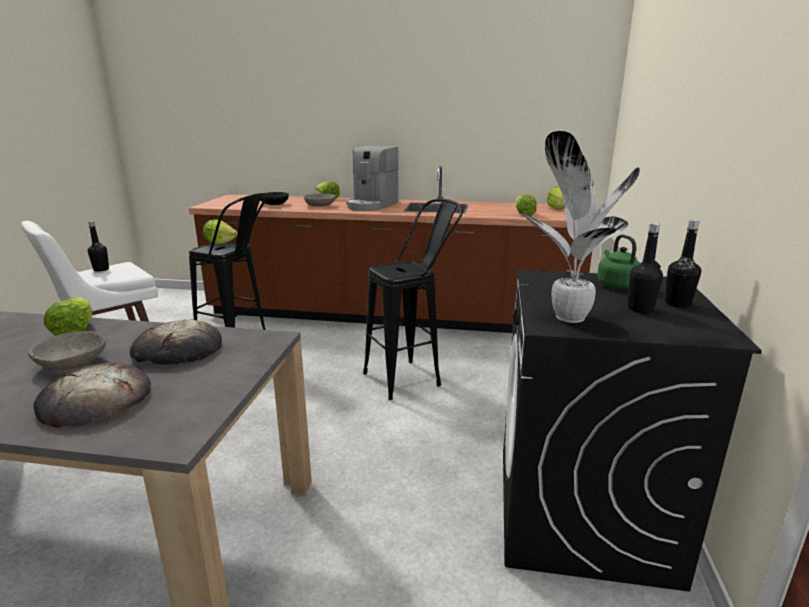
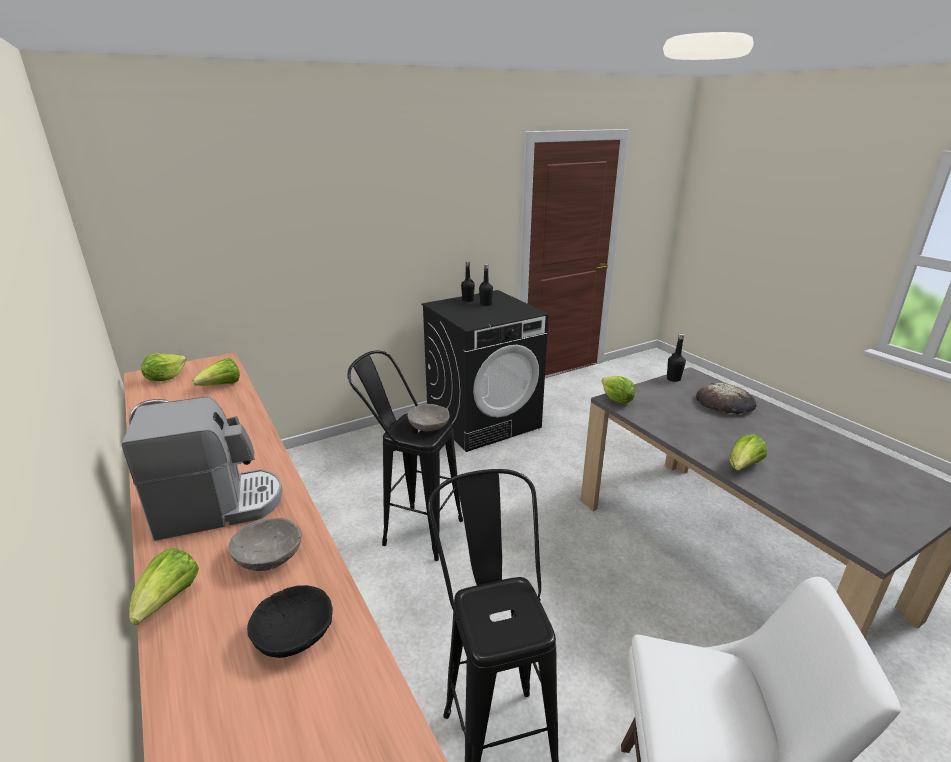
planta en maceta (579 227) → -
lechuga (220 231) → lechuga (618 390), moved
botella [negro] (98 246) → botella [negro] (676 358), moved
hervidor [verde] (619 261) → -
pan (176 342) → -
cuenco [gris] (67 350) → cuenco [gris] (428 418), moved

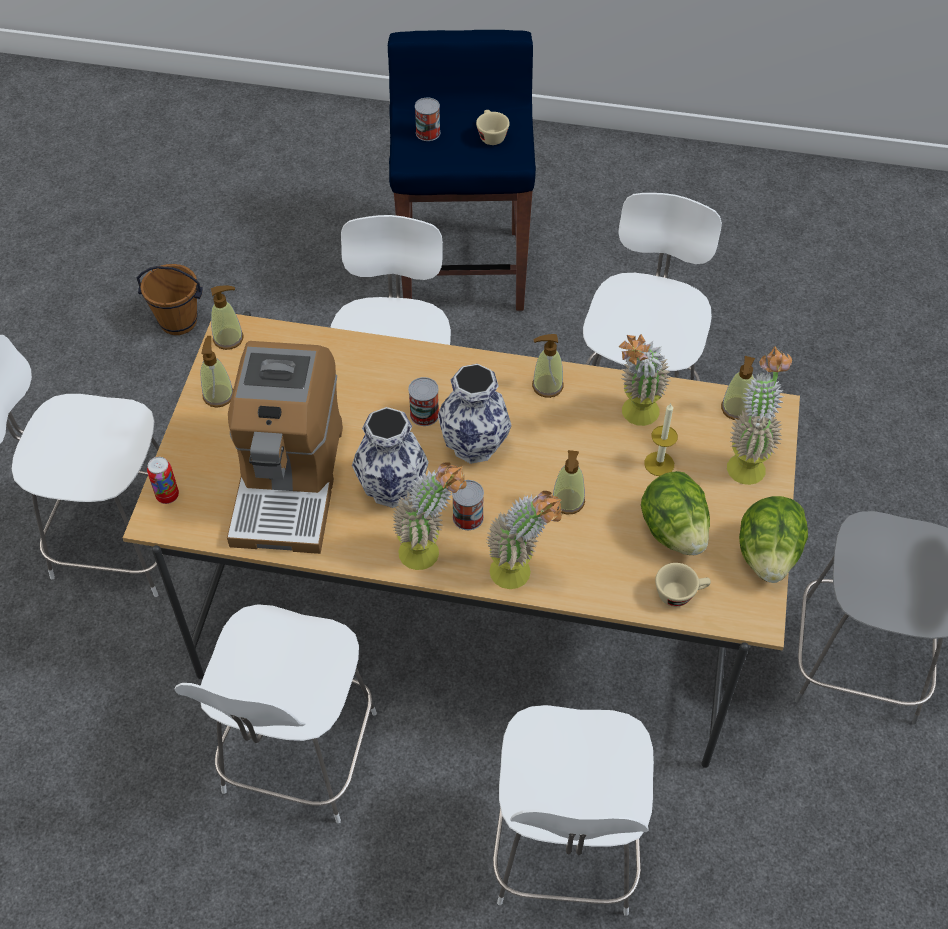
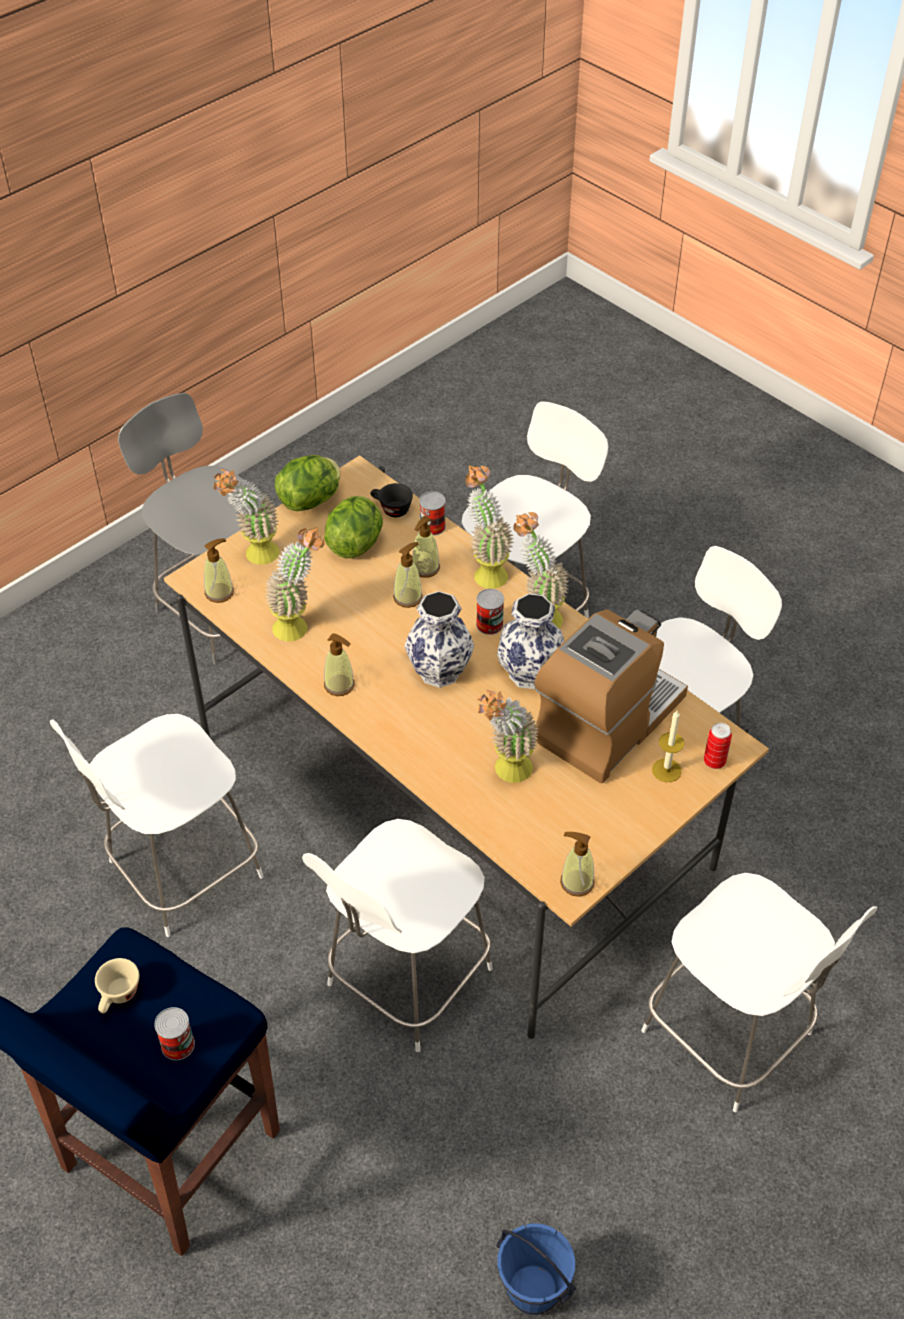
cubo [marrón] (169 299) → cubo [azul] (536 1269)
dispensador de jabón (217 371) → dispensador de jabón (426 547), moved
lata (423 401) → lata (432 513), moved
vela (661 439) → vela (668 746), moved
taza [beis] (683 585) → taza [negro] (392 500)
- → planta en maceta (508 736)

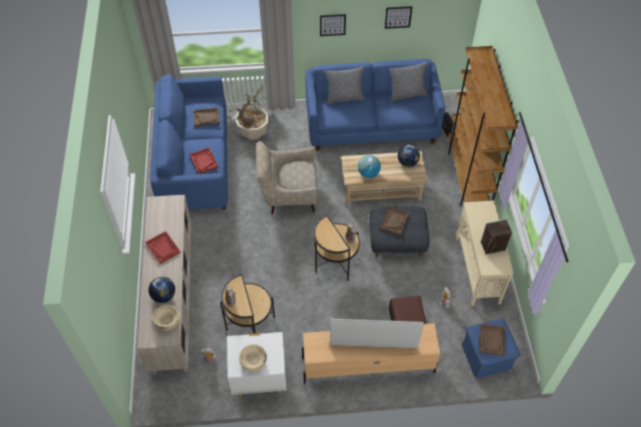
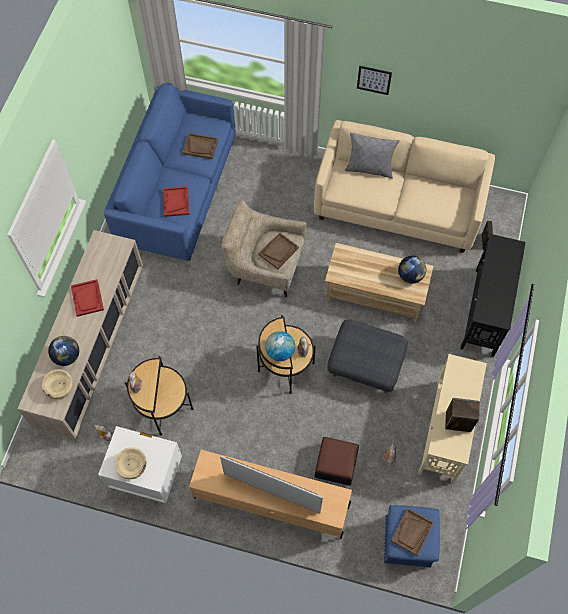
cuadro (398 17) → -
estantería [marrón] (483 126) → mesa consola [negro] (493 295)
sofá [azul] (375 105) → sofá [beis] (404 186)
cojín [gris] (408 82) → -
planta en maceta (248 112) → -
globo terráqueo (369 166) → globo terráqueo (280 346), moved
bandeja [marrón] (394 220) → bandeja [marrón] (279 250), moved

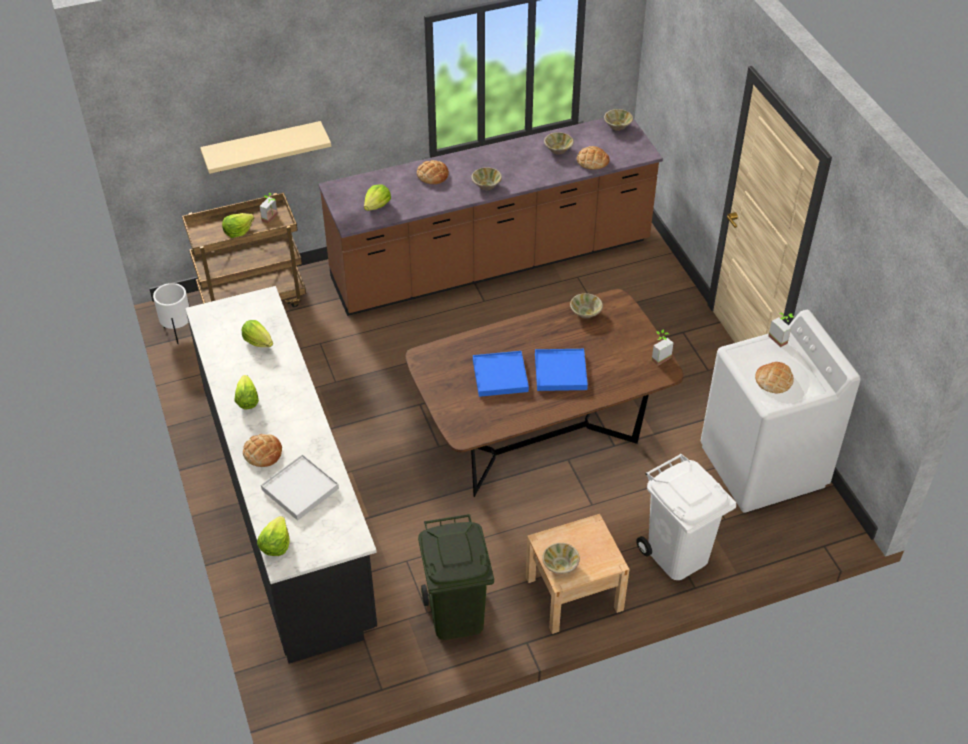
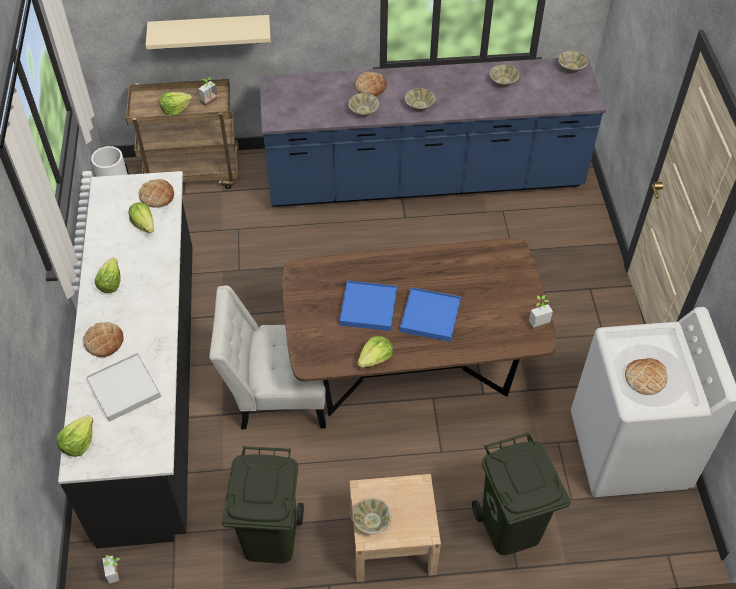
mueble bajo de cocina [marrón] (490 217) → mueble bajo de cocina [azul] (433 131)
pan (593 158) → pan (156 193), moved
lechuga (377 197) → lechuga (375 352), moved
cuenco [beis] (586 306) → cuenco [beis] (363 105), moved
planta en maceta (781 330) → planta en maceta (111 570), moved
papelera [blanco] (686 517) → papelera [verde] (521 494)
- → silla [blanco] (267 357)

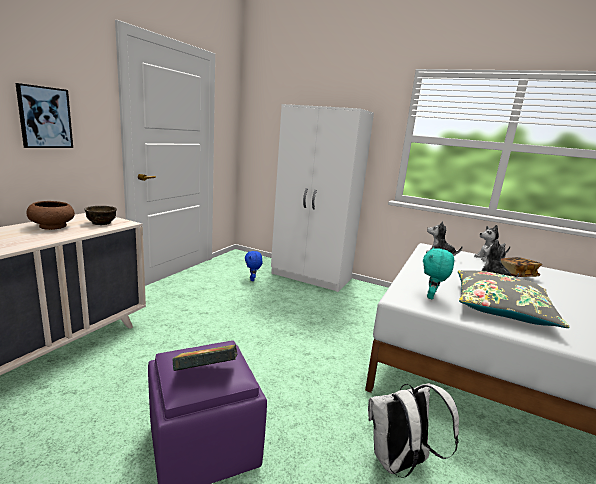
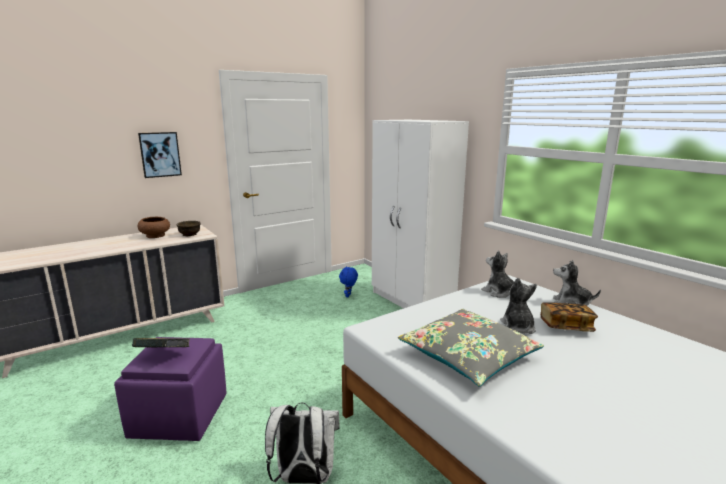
peluche [turquesa] (438 273) → -

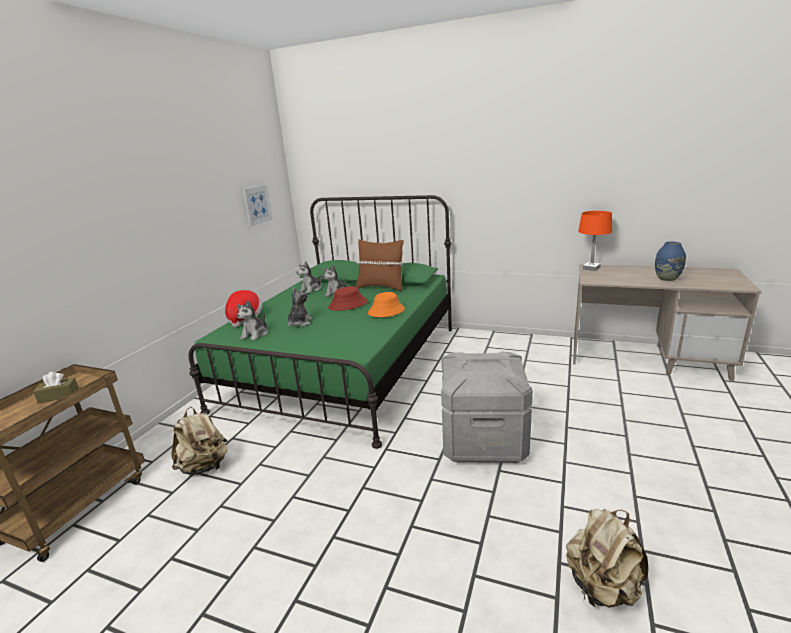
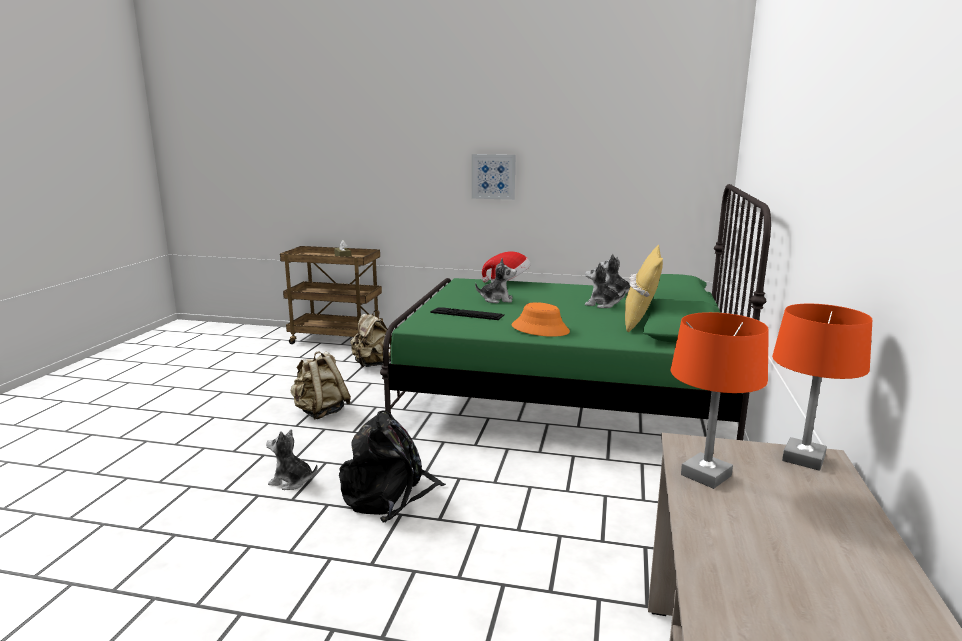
cuadro (257 205) → cuadro (493 177), moved
cojín [marrón] (380 265) → cojín [amarillo] (644 288)
florero [azul] (670 261) → -
sombrero [rojo] (348 298) → -
peluche (252 320) → peluche (292 459), moved
caja de almacenaje [gris] (487 407) → mochila [negro] (392 466)
mochila [beis] (607 558) → mochila [beis] (321 385), moved
- → teclado (467 313)
- → lámpara de mesa [naranja] (719 400)

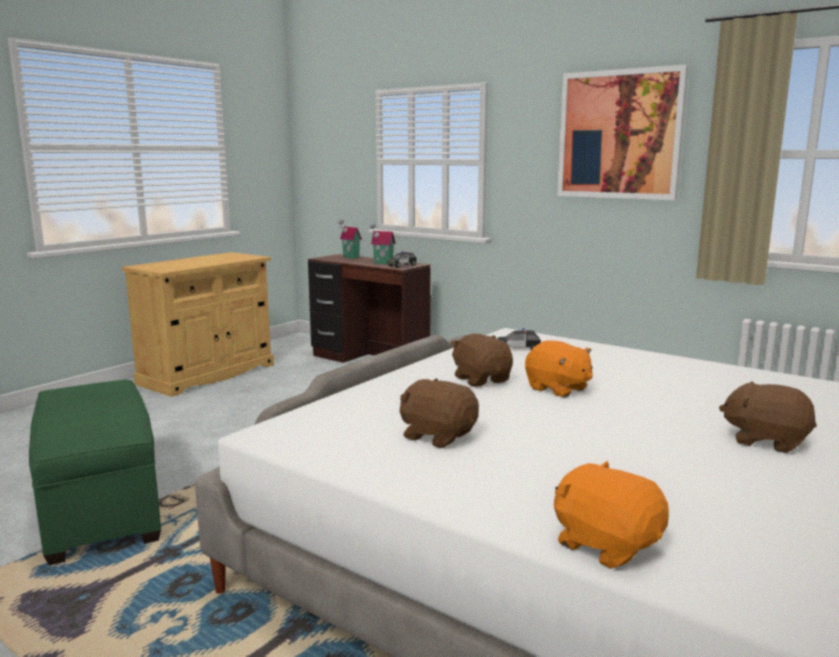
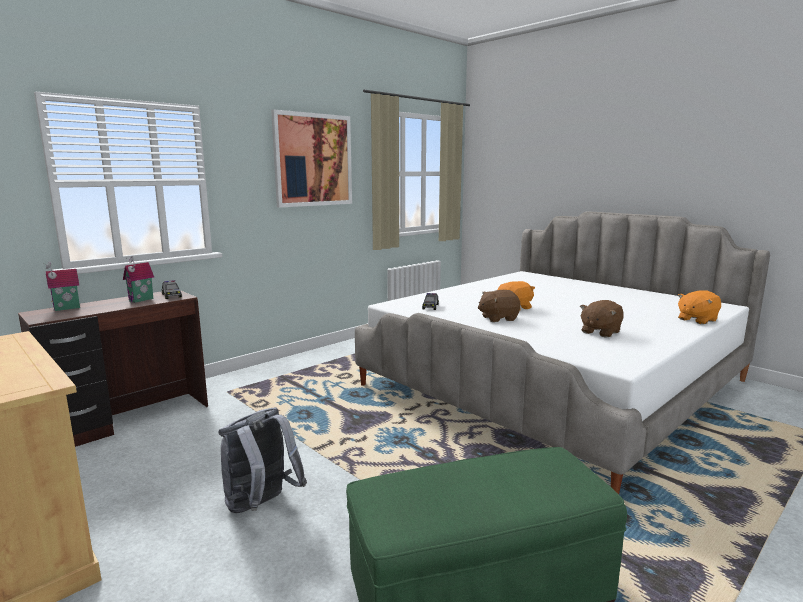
peluche [marrón] (768 417) → -
- → mochila [gris] (262 460)

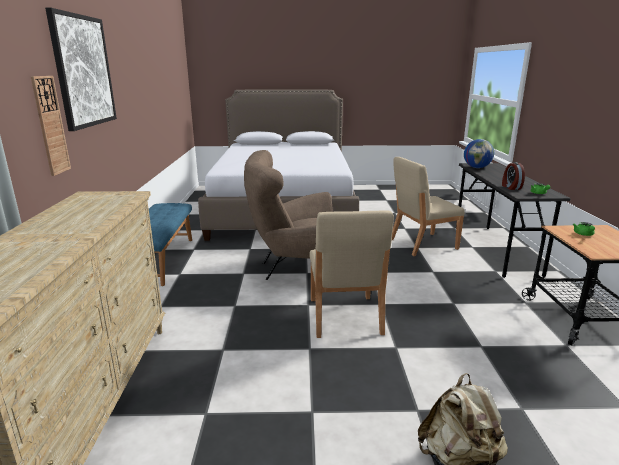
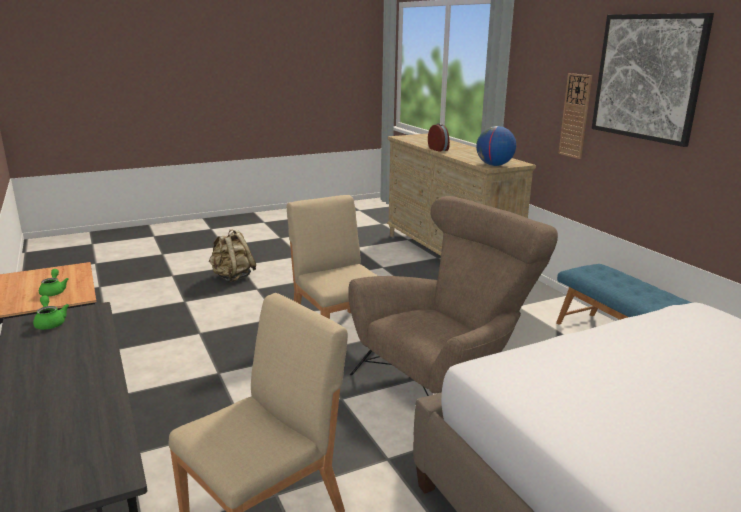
globo terráqueo (479 153) → globo terráqueo (496 146), moved
despertador (513 176) → despertador (439 137), moved

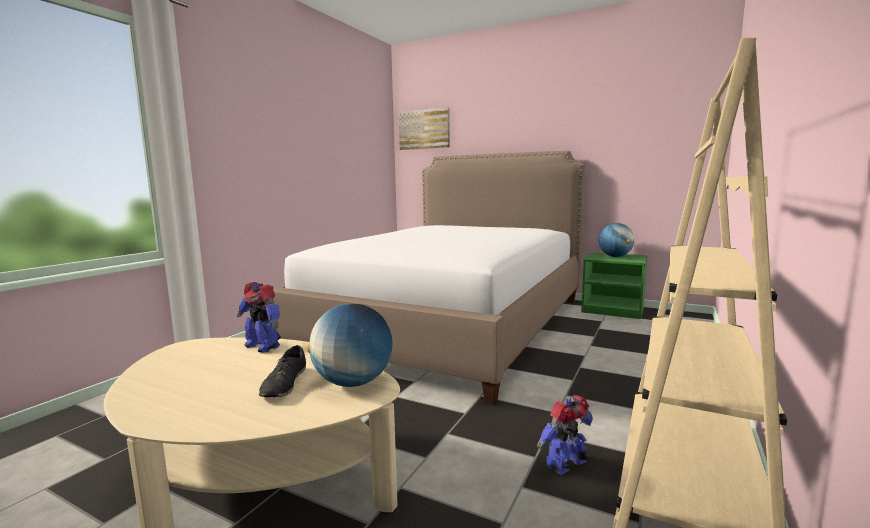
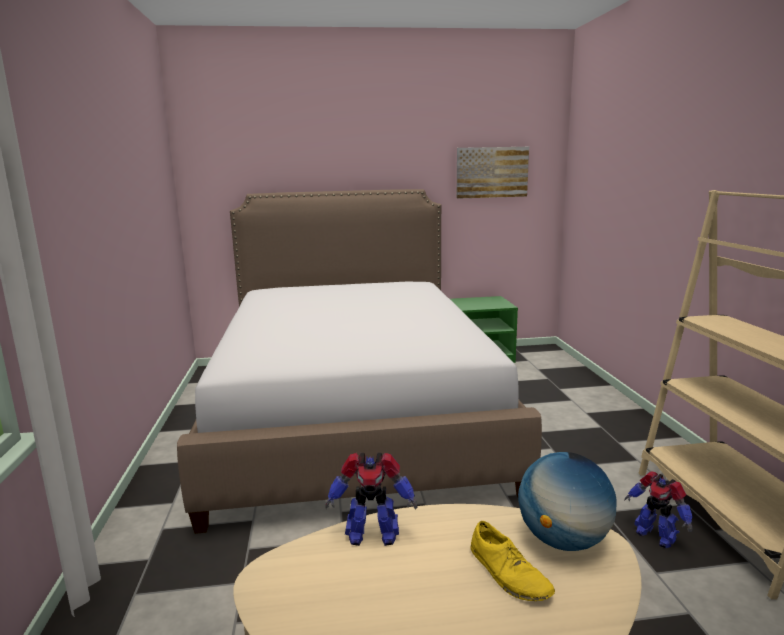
cuadro (424 128) → cuadro (493 173), moved
globo terráqueo (616 240) → -
zapato [negro] (282 371) → zapato [amarillo] (513 561)
robot de juguete (565 435) → robot de juguete (658 509), 60 degrees counterclockwise

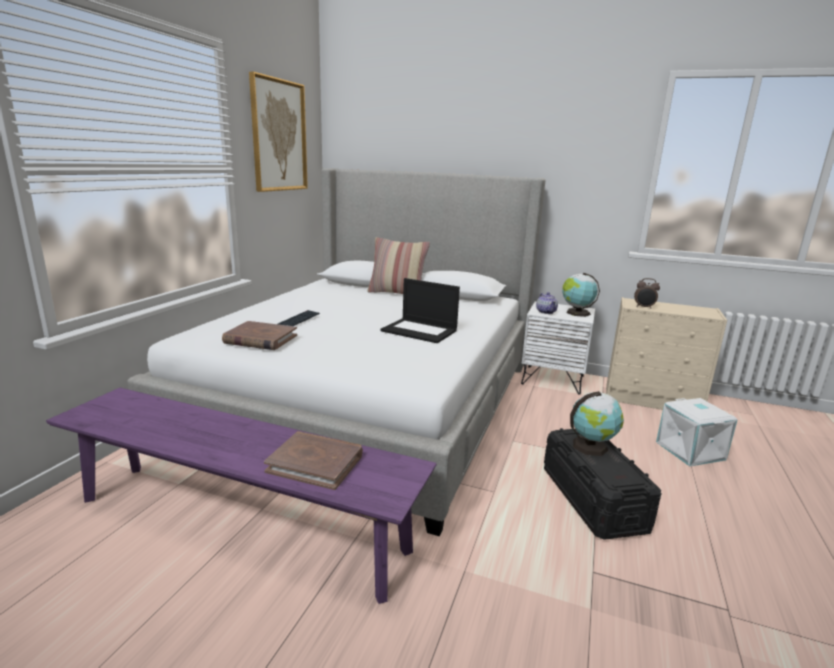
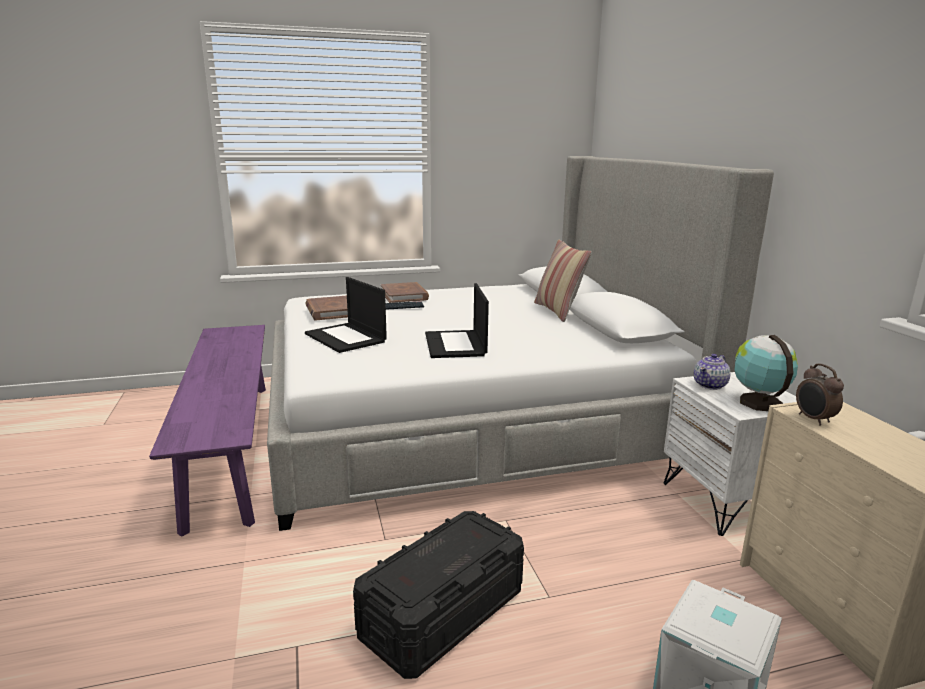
cuadro (278 132) → -
globo terráqueo (597 423) → -
libro [marrón] (313 460) → libro [marrón] (405 292), moved
- → portátil (346 315)

